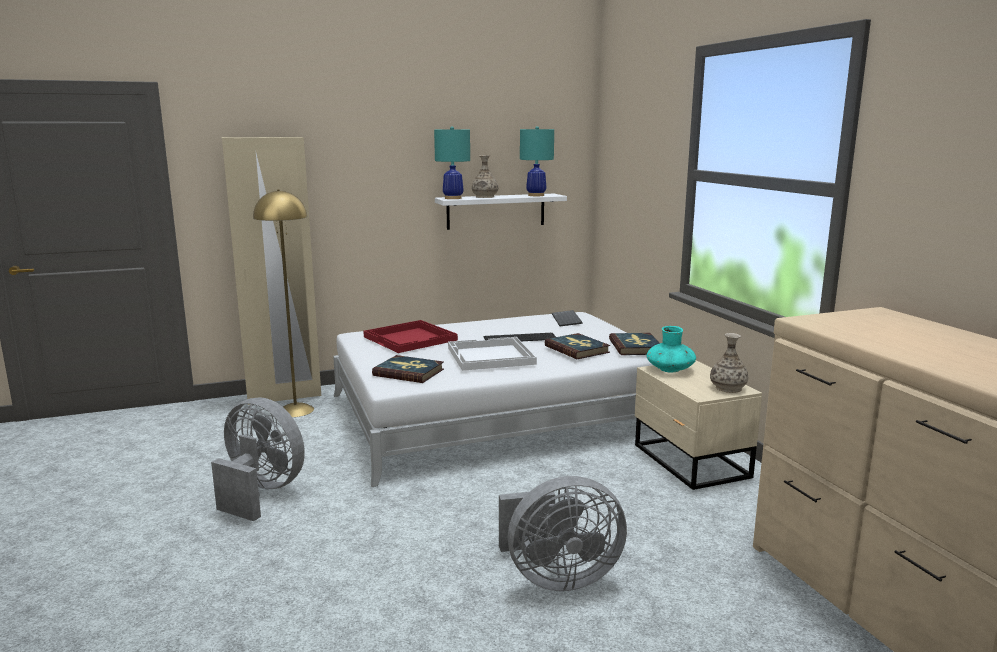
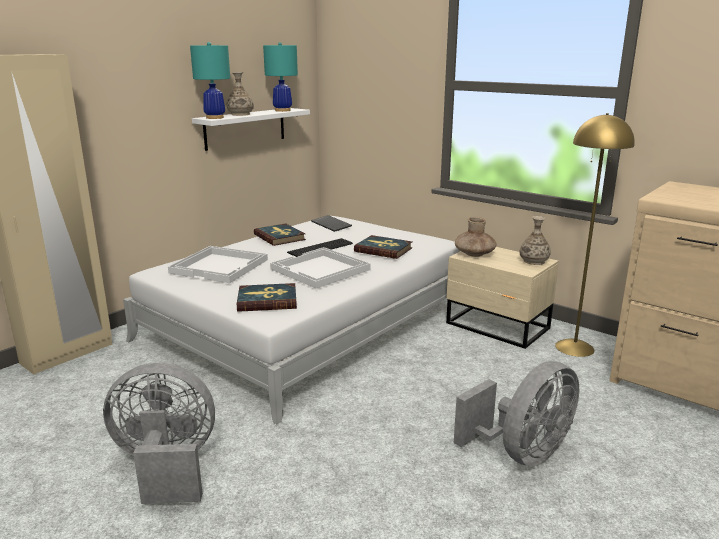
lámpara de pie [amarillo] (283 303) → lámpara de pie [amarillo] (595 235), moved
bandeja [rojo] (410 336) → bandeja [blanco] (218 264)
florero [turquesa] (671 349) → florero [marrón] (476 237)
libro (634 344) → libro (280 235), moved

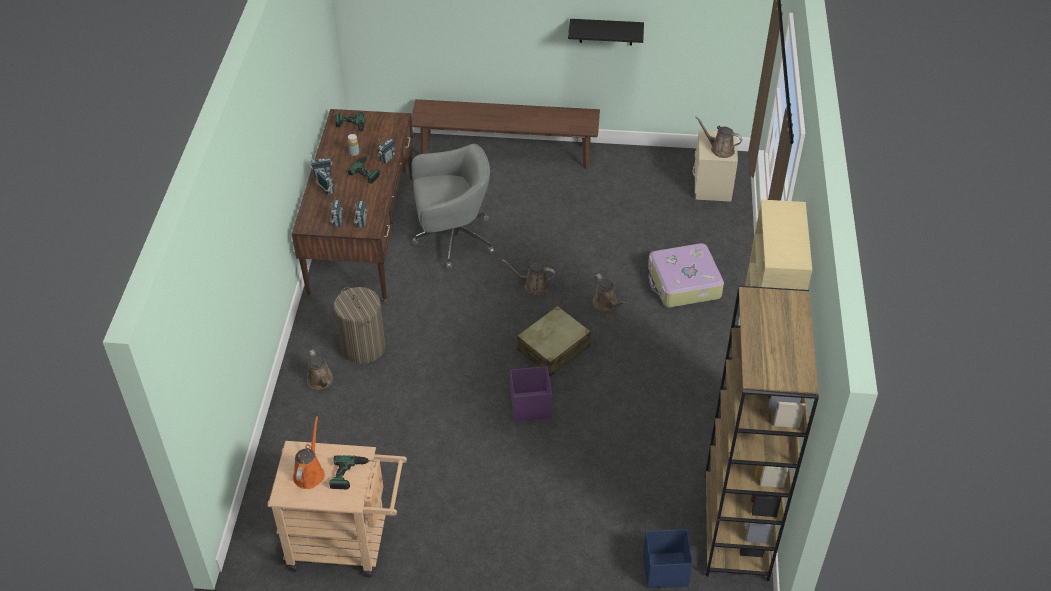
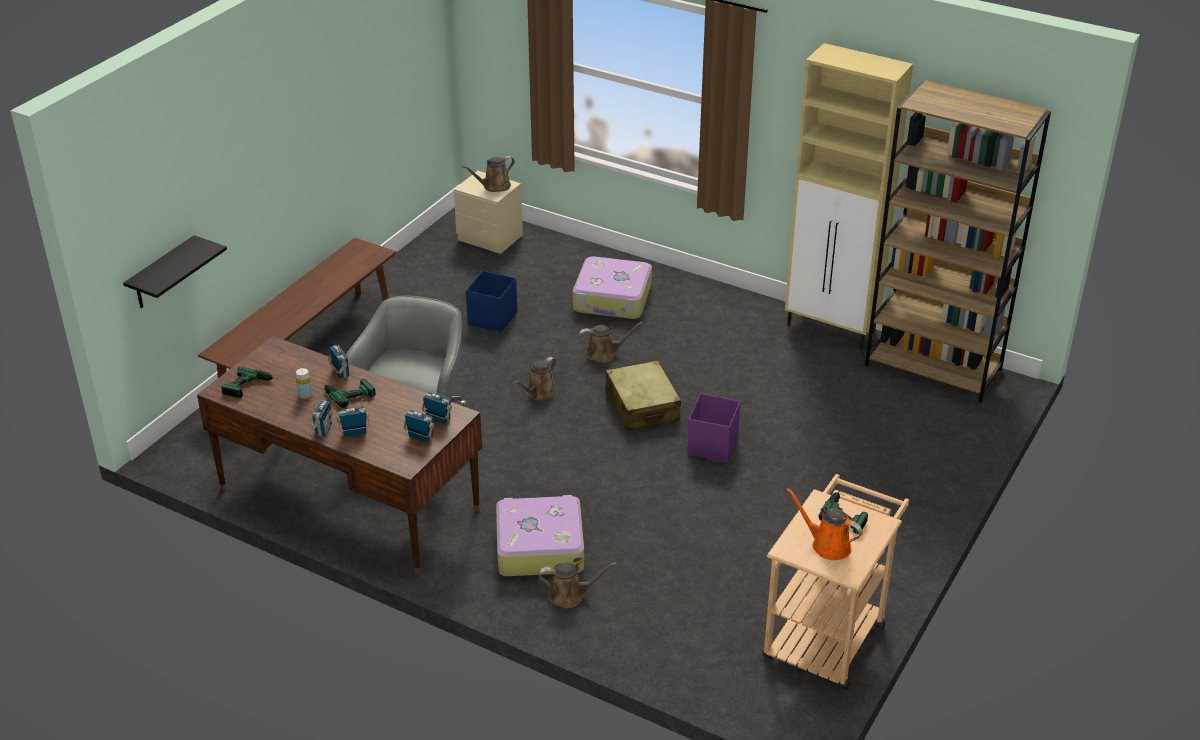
estante [negro] (606 32) → estante [negro] (175 271), moved
cesto de la ropa (359 325) → maleta (540 535)
caja de almacenaje [azul] (668 558) → caja de almacenaje [azul] (491 301), moved

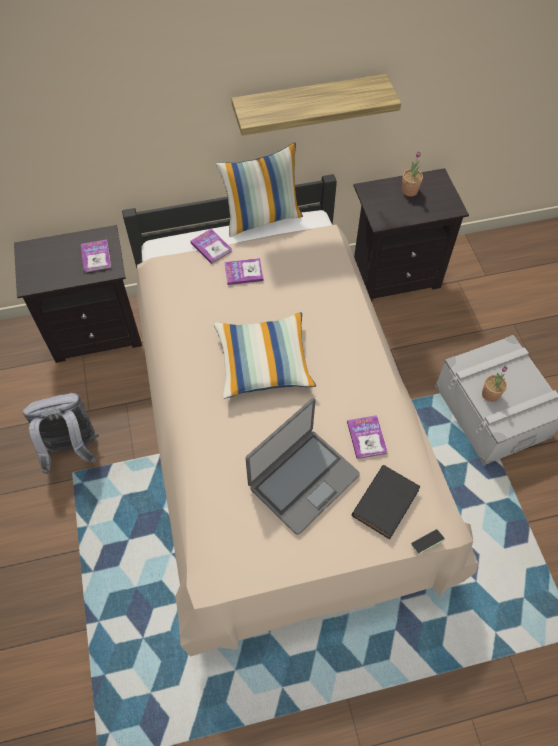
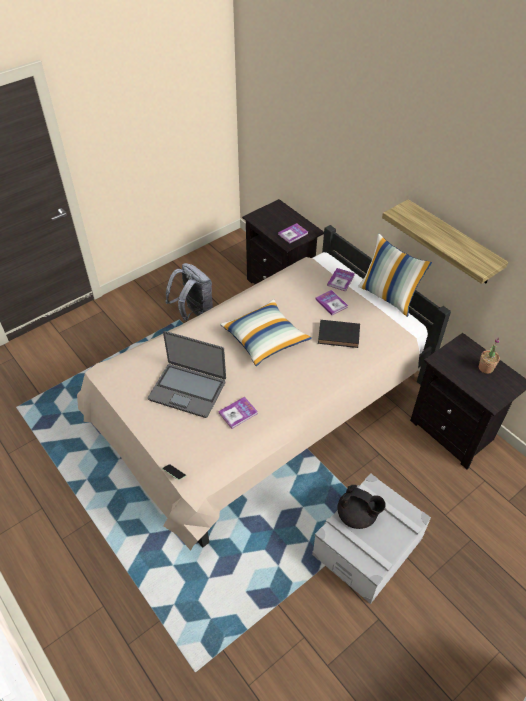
planta en maceta (494 384) → tetera [negro] (362 507)
libro [negro] (386 502) → libro [negro] (339 334), moved

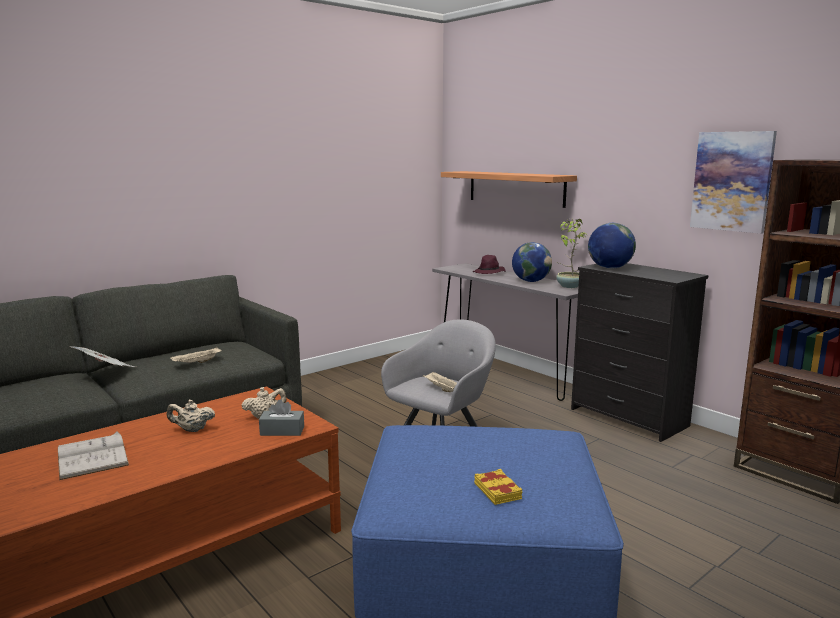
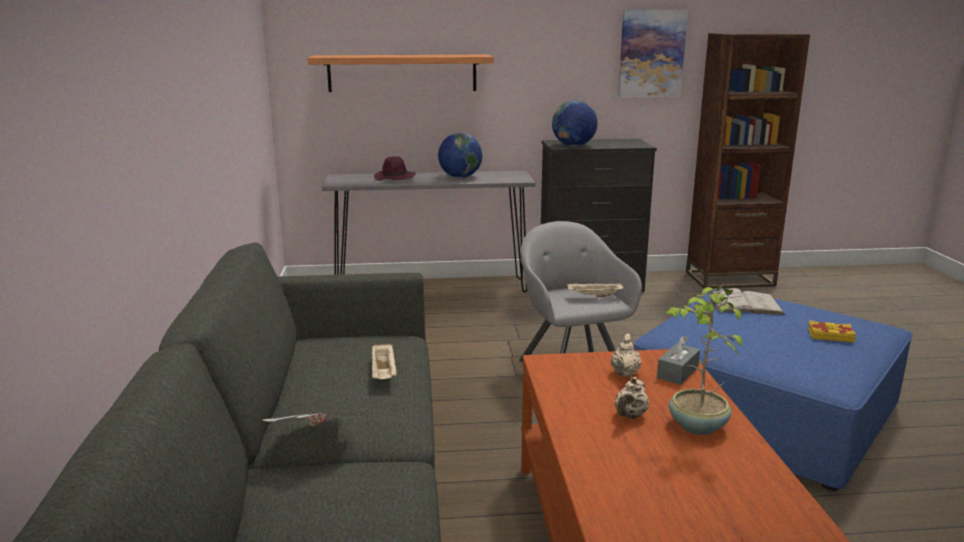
planta en maceta (572 253) → planta en maceta (703 360), moved
libro [blanco] (93 455) → libro [blanco] (749 301), moved

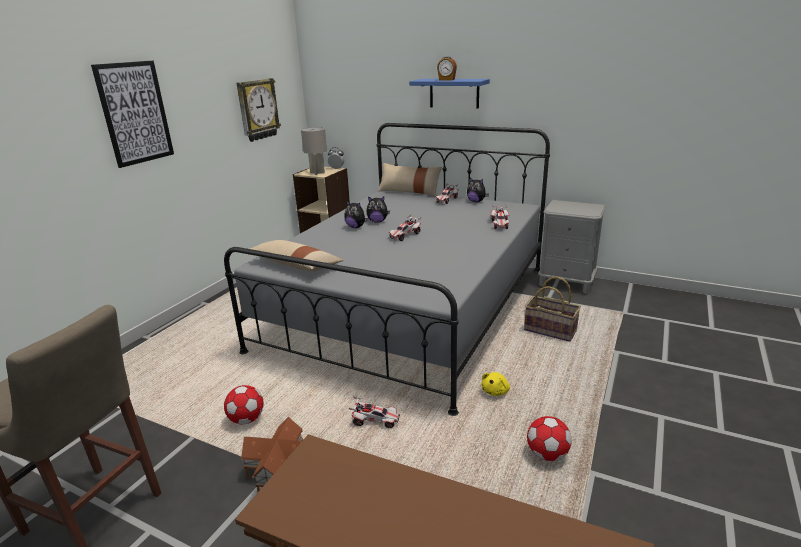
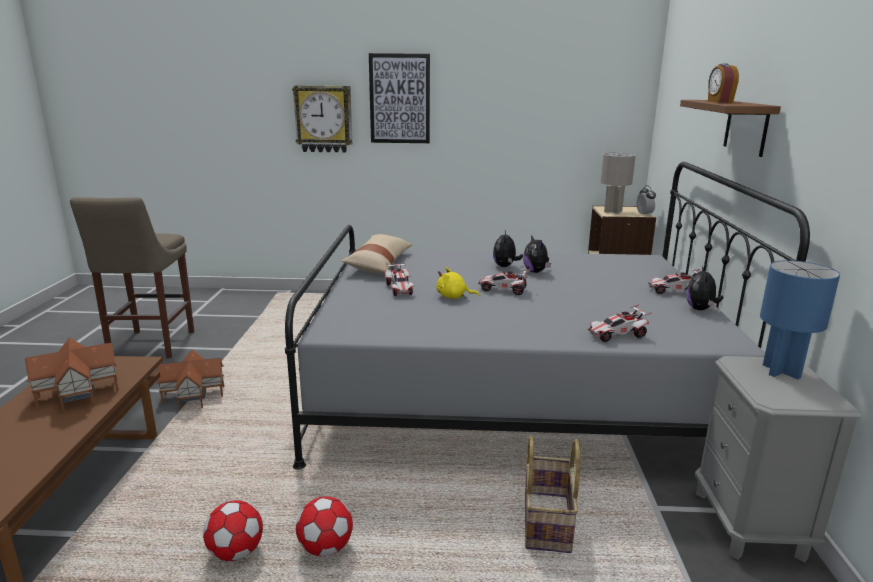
reloj de pared (259 110) → reloj de pared (322 119), moved
estante [azul] (449 94) → estante [marrón] (730 128)
cojín [beis] (410 180) → -
peluche [amarillo] (495 384) → peluche [amarillo] (457 283), moved
balón de fútbol (244 404) → balón de fútbol (324 526), moved
coche de juguete (374 412) → coche de juguete (399 279), moved
- → lámpara de mesa [azul] (800 319)
- → casita (72 375)

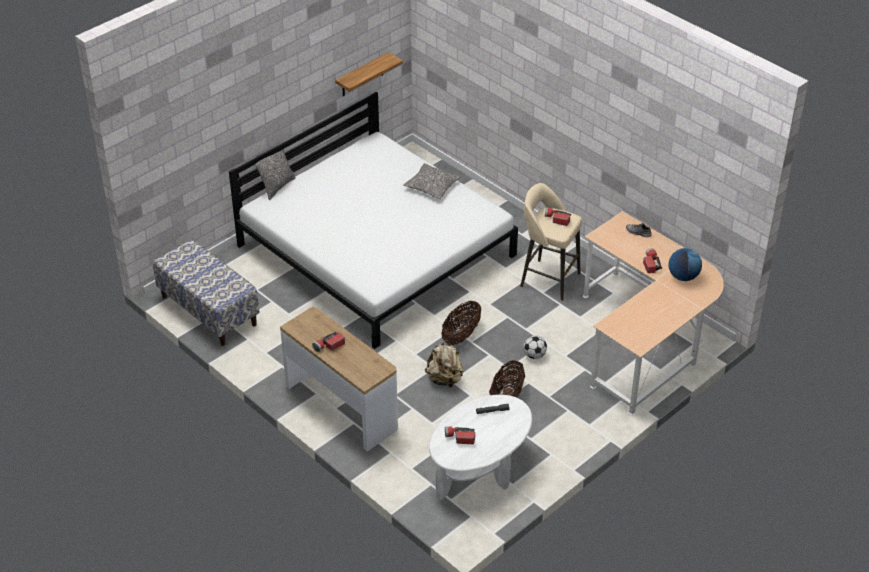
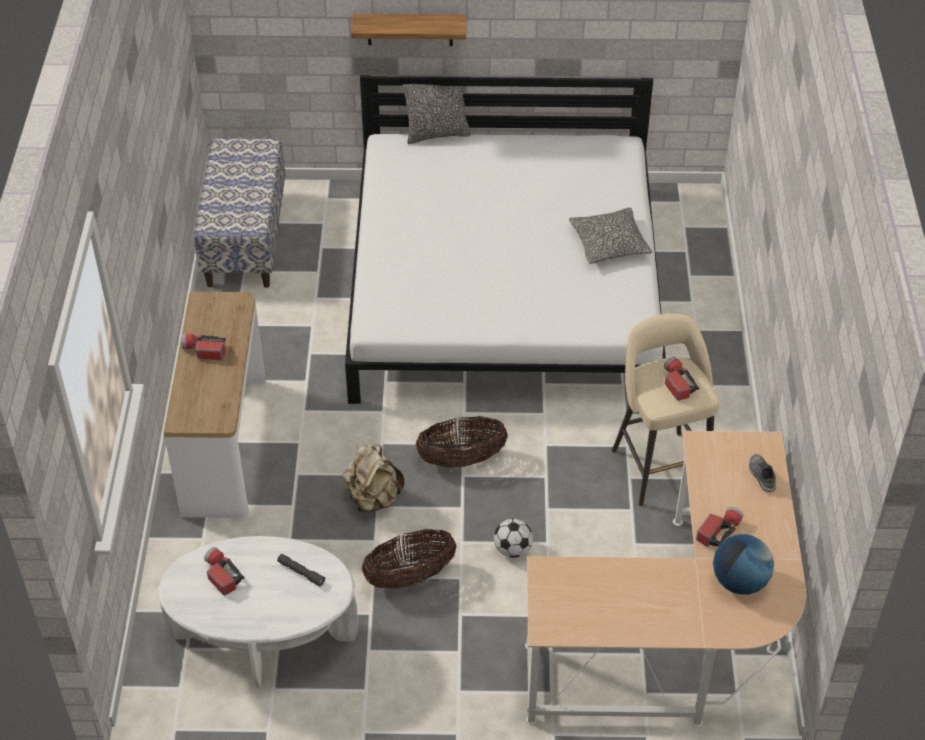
estante (369 74) → estante (409 30), moved

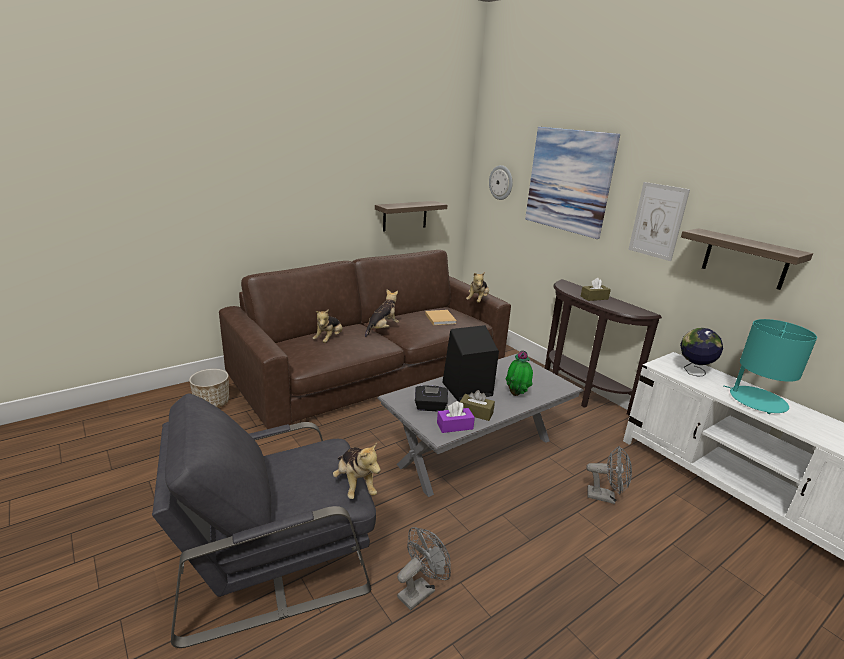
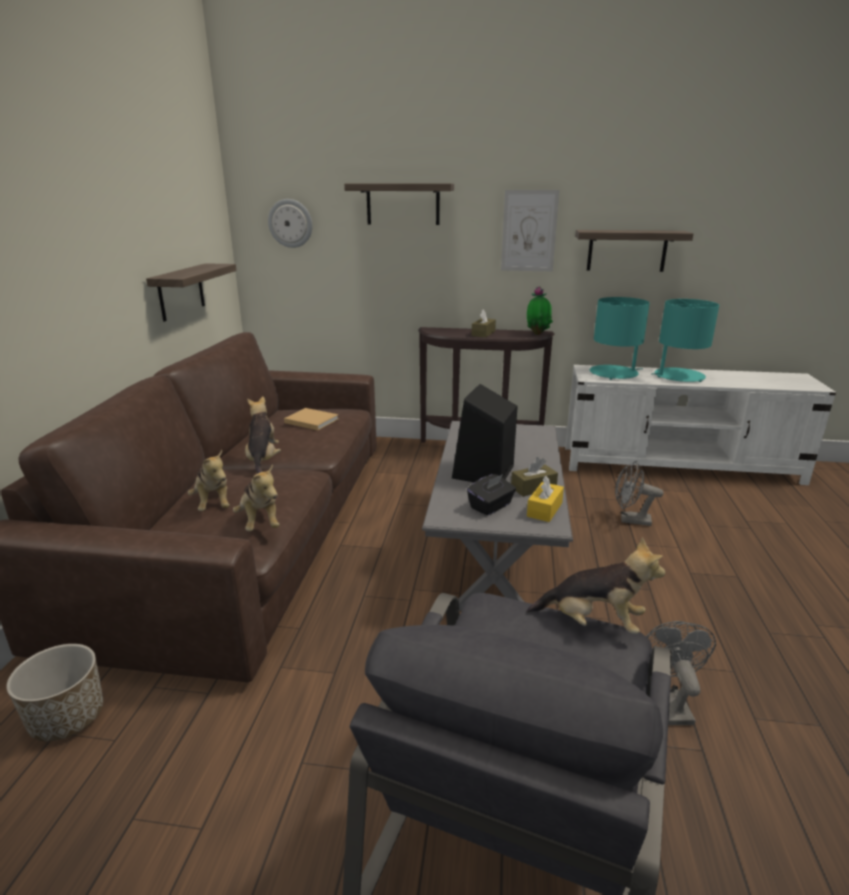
cuadro (572 183) → estante (399 204)
peluche (477 287) → peluche (256 497), moved
globo terráqueo (701 352) → lámpara de mesa [turquesa] (620 338)
planta en maceta (519 373) → planta en maceta (540 310), moved
caja de pañuelos [morado] (456 417) → caja de pañuelos [amarillo] (545 499)
ventilador [gris] (609 475) → ventilador [gris] (639 493), 135 degrees counterclockwise

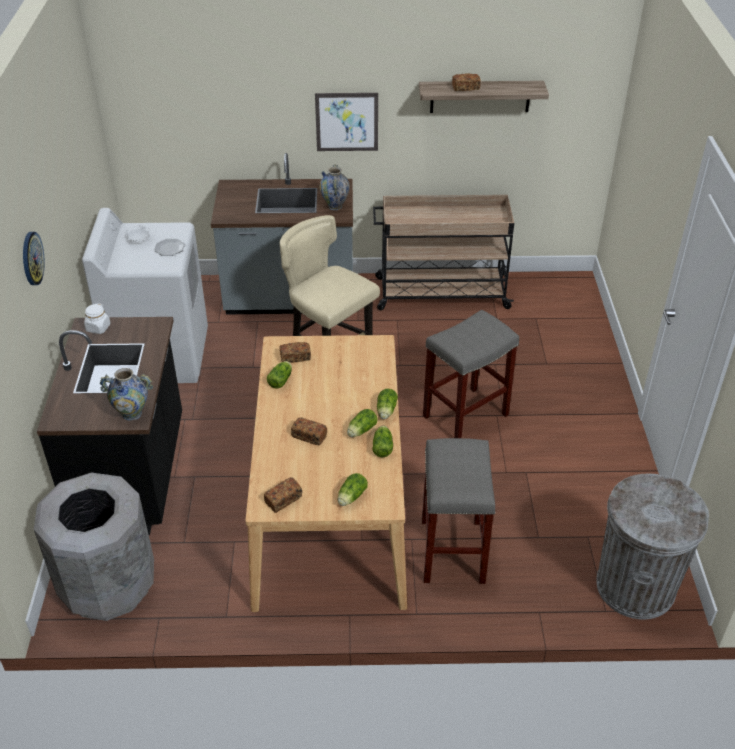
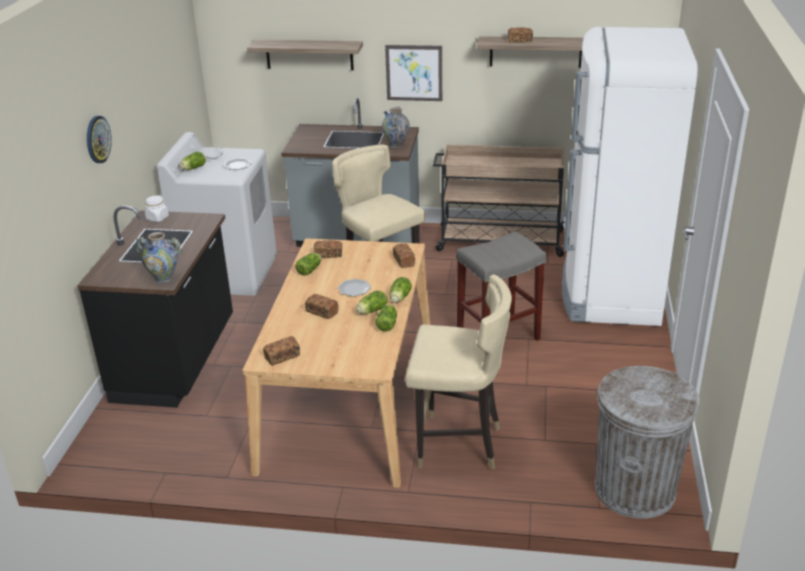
taburete [gris] (459 511) → silla [beis] (458 372)
papelera [gris] (94 547) → -
lechuga (353 489) → lechuga (193 161), moved
- → nevera [blanco] (630 176)
- → estante (305 55)
- → pan (404 255)
- → plato (354 287)

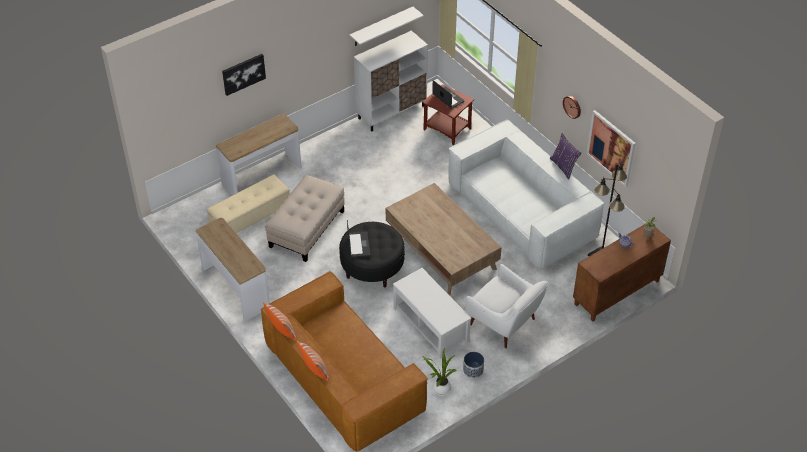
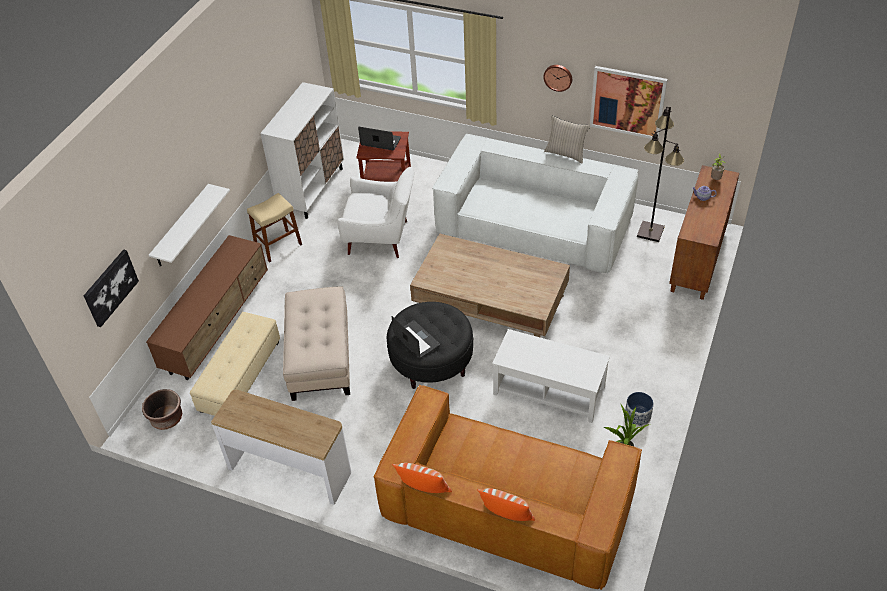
estante [blanco] (387 26) → estante [blanco] (189 225), moved
cuadro (244 75) → cuadro (111 288), moved
mesa consola (259 154) → mueble de televisión [marrón] (207 307)
cojín [morado] (566 156) → cojín [beis] (567 139)
sillón [blanco] (506 306) → sillón [blanco] (376 212), moved
- → taburete [beis] (274 228)
- → maceta [marrón] (162 409)

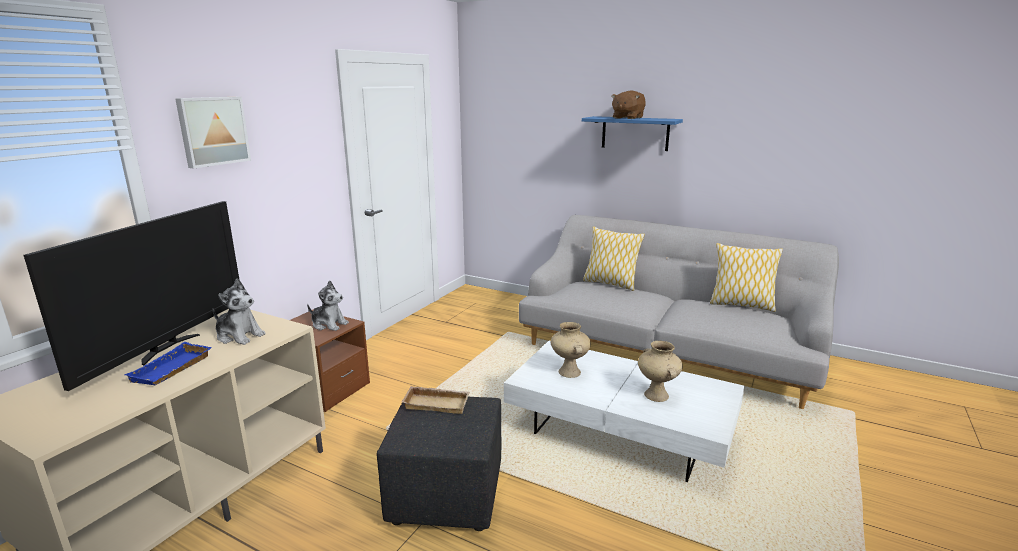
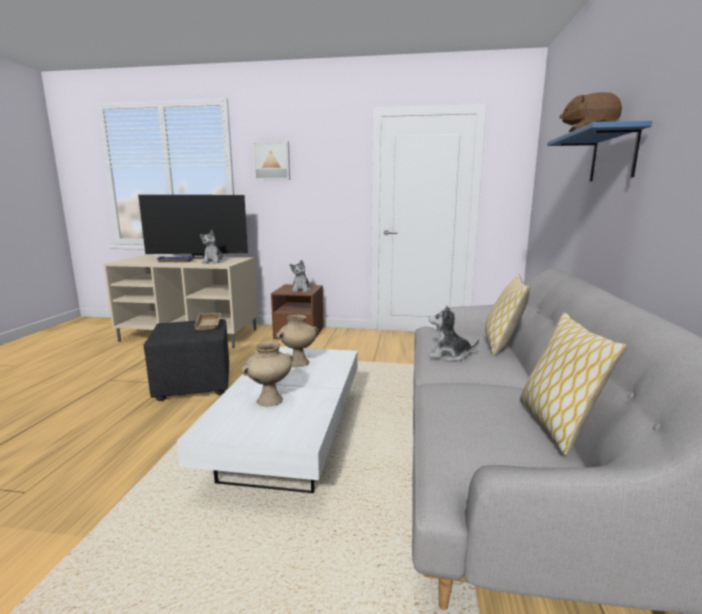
- → peluche (454 333)

